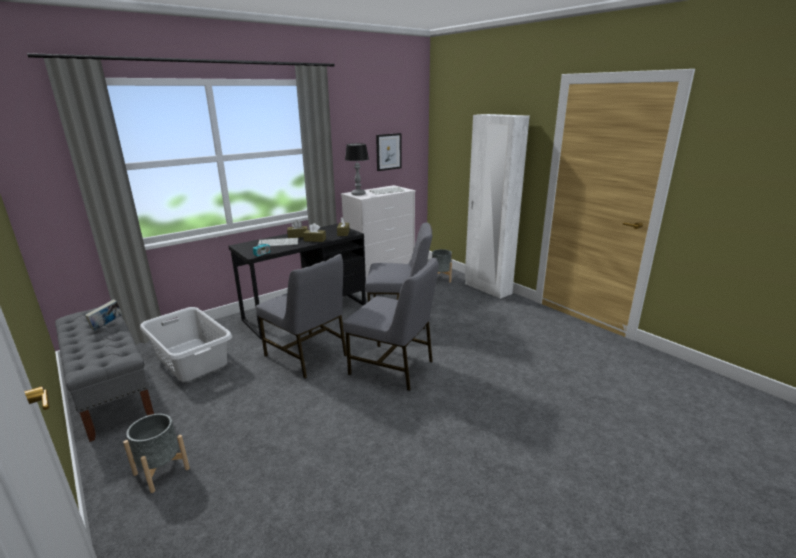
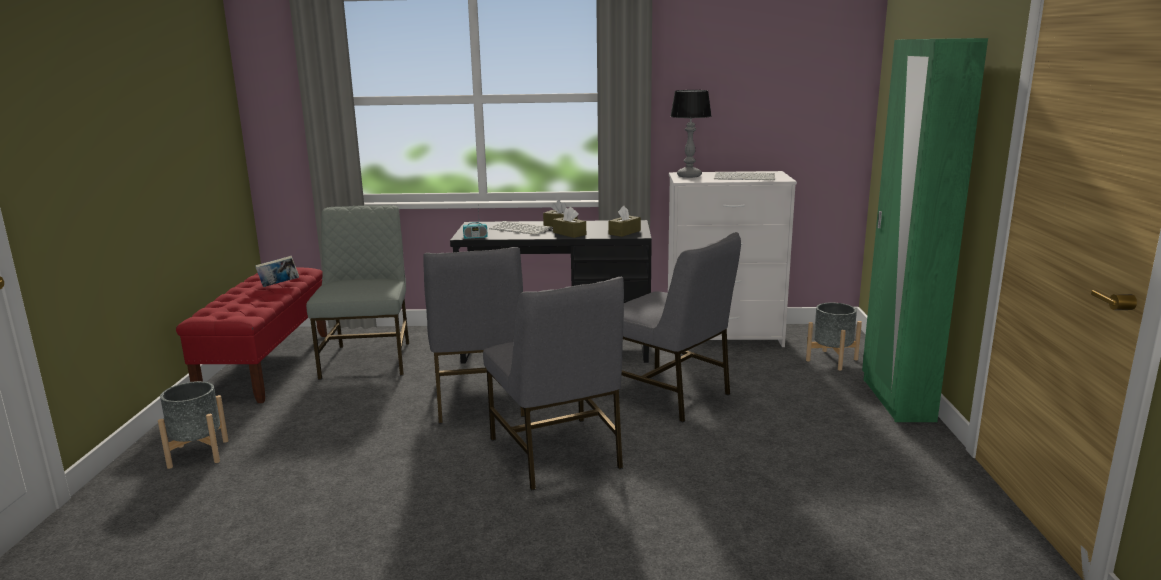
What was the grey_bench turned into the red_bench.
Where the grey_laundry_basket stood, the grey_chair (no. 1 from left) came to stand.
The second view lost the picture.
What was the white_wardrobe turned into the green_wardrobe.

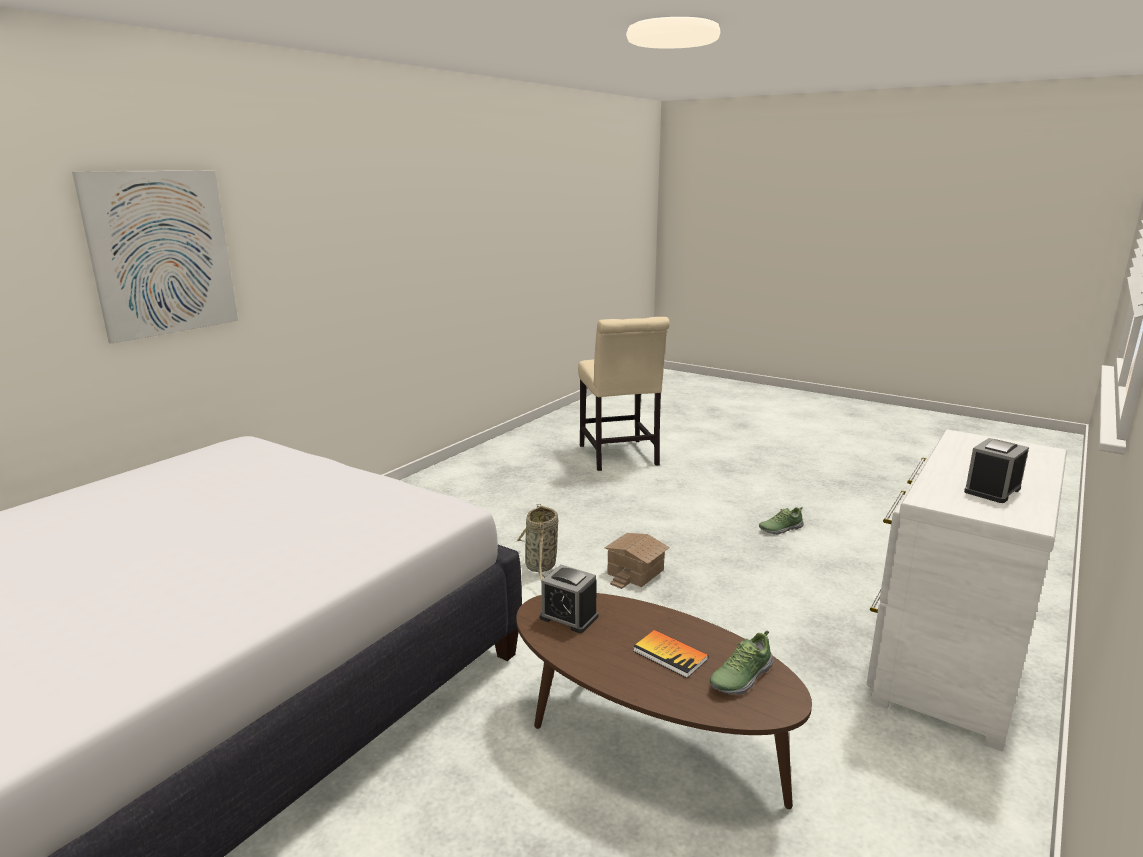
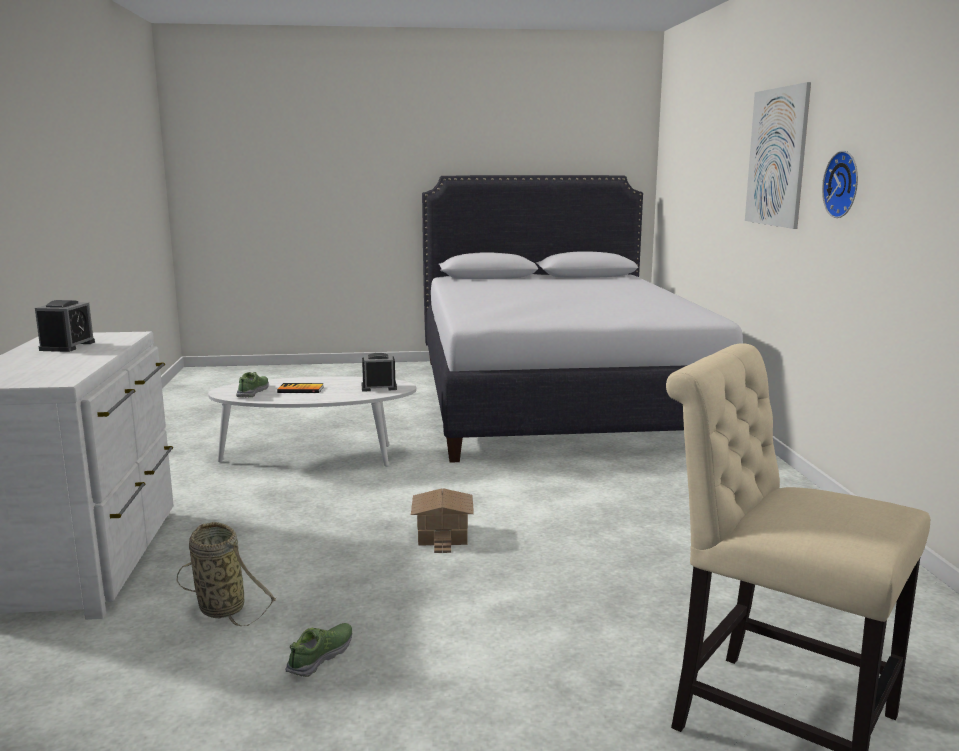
What was the brown_coffee_table turned into the white_coffee_table.
The basket ended up elsewhere.
The second view gained the wall_clock.

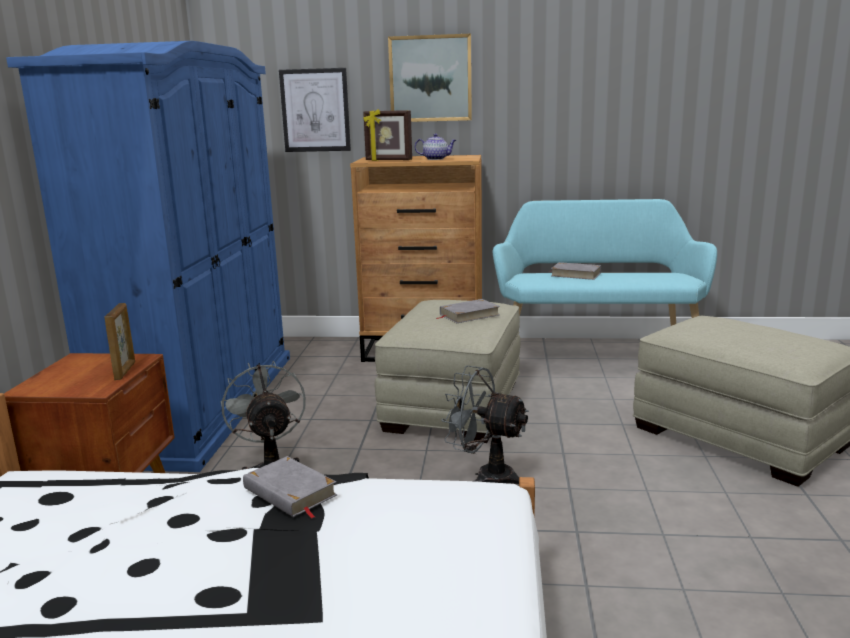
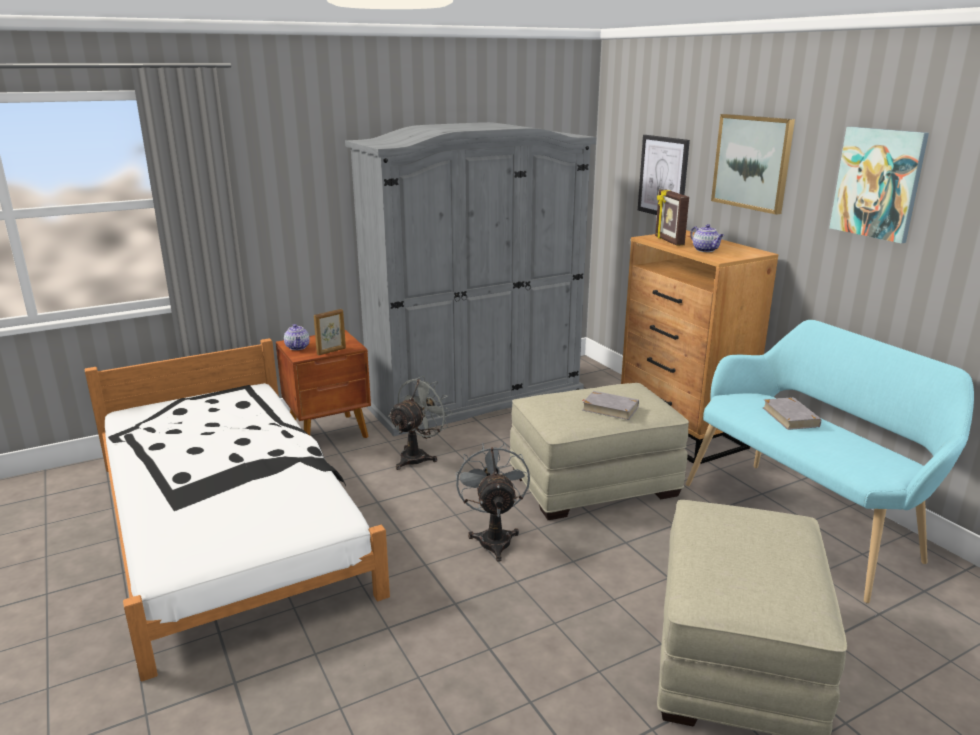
What was the blue_wardrobe turned into the grey_wardrobe.
The second view lost the grey_book (no. 1 from left).
The second view gained the teapot (no. 1 from left).
The second view gained the picture (no. 3 from left).

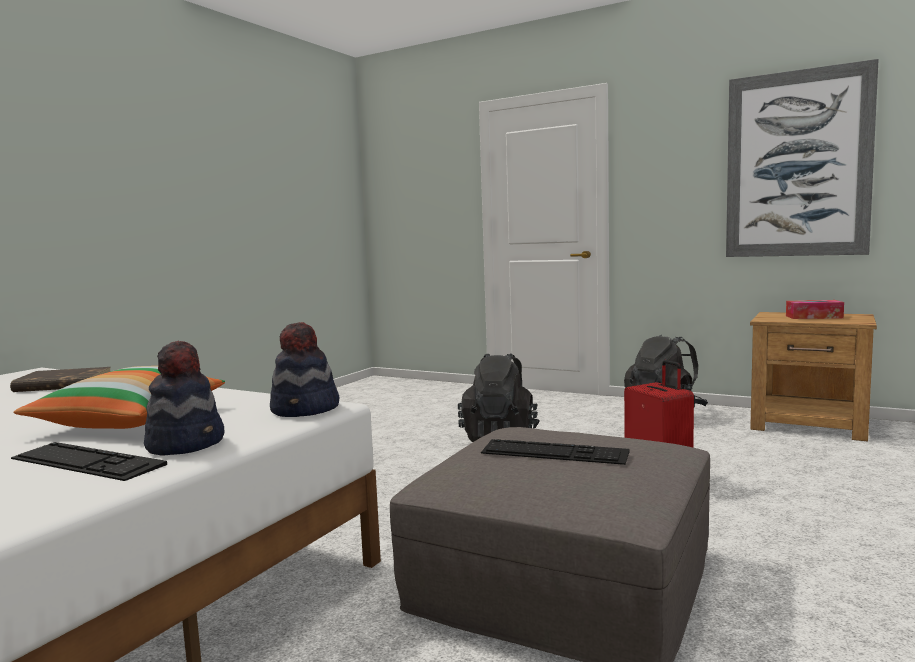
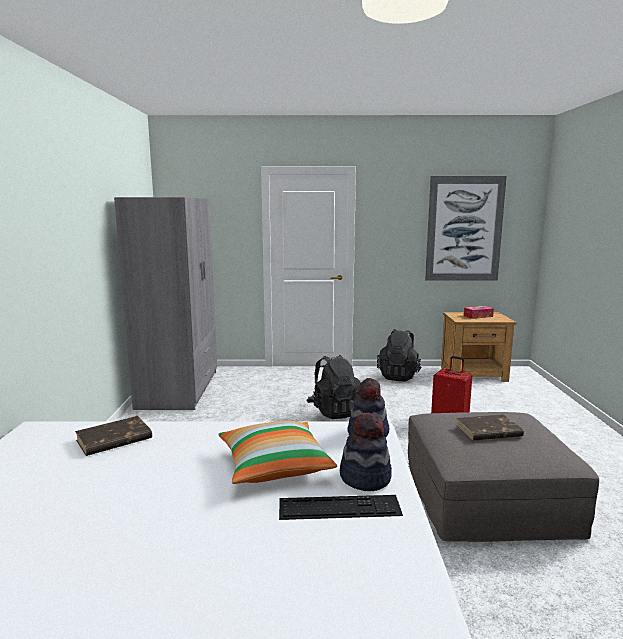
Where the keyboard (no. 2 from left) stood, the brown_book (no. 2 from left) came to stand.
The second view gained the grey_wardrobe.

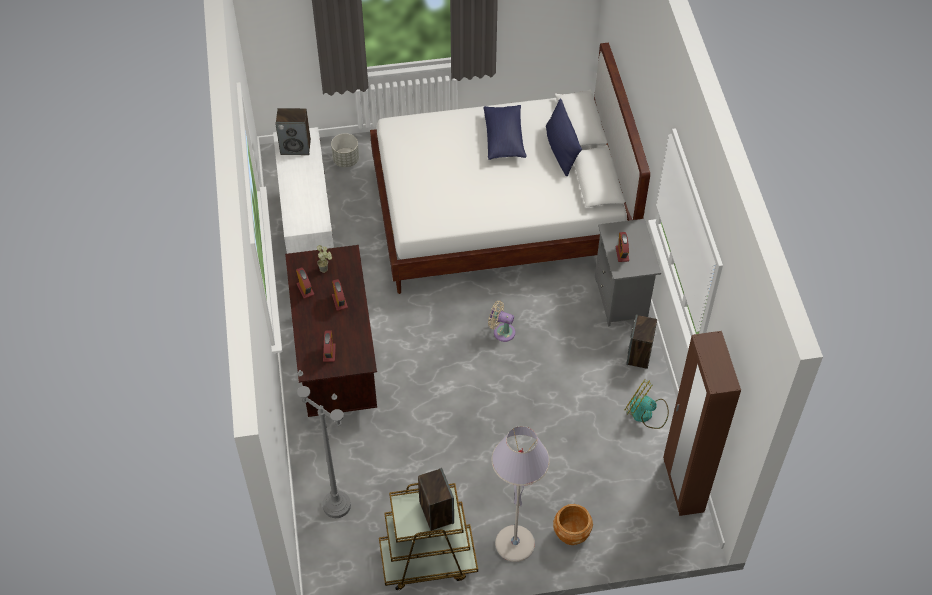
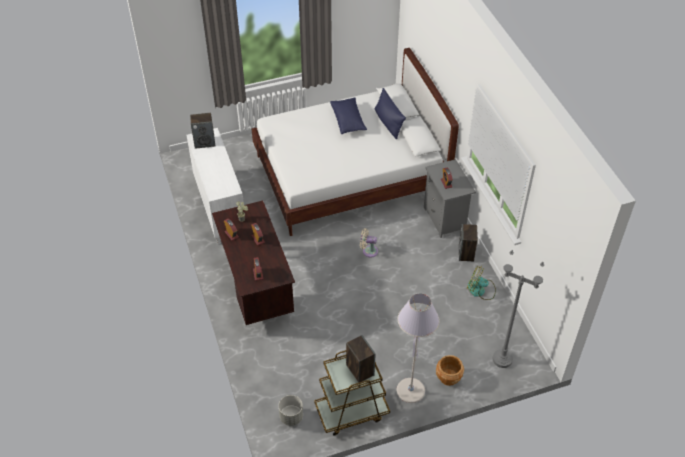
The grey_floor_lamp (no. 1 from left in the first image) ended up elsewhere.
The grey_planter ended up elsewhere.
The second view lost the brown_wardrobe.

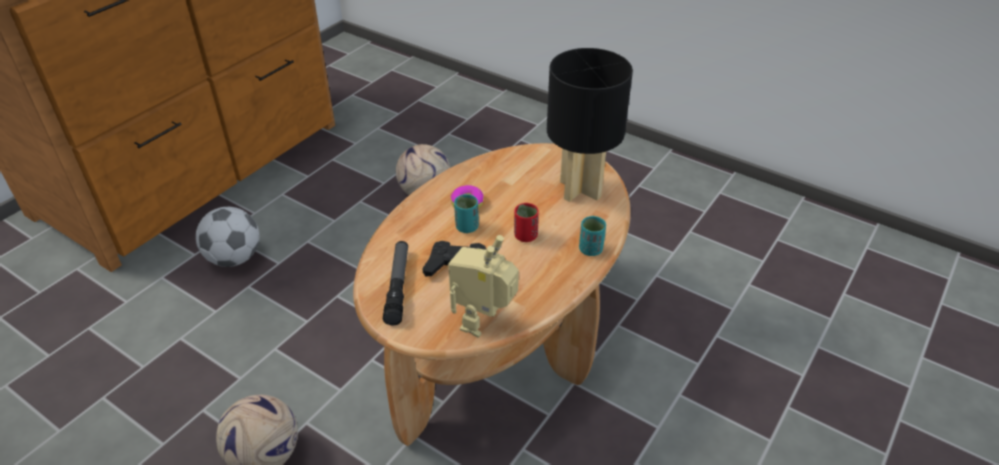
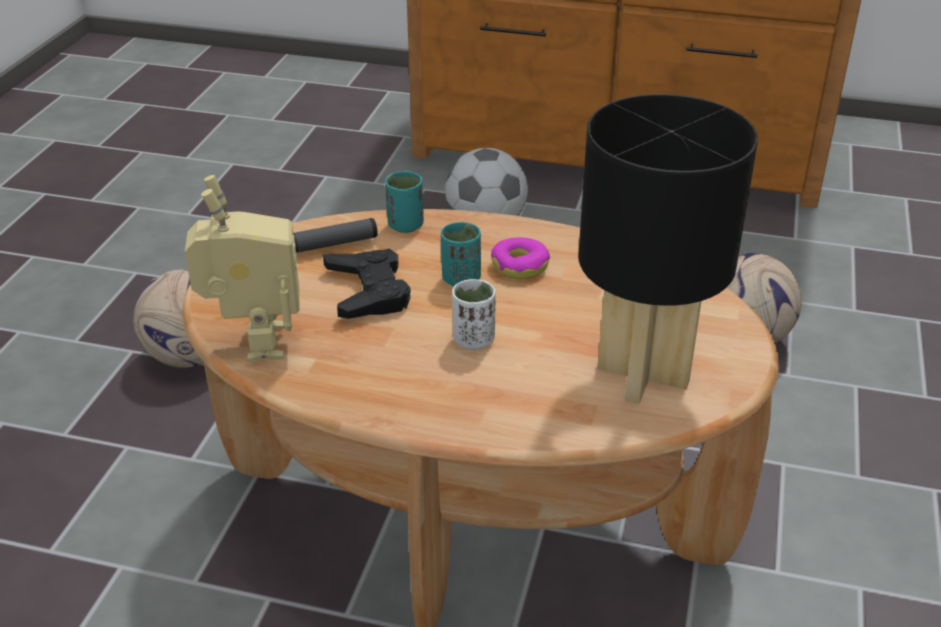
The toy_robot ended up facing another way, 75 degrees clockwise from before.
What was the red_cup turned into the white_cup.
The turquoise_cup (no. 2 from left in the first image) ended up elsewhere.

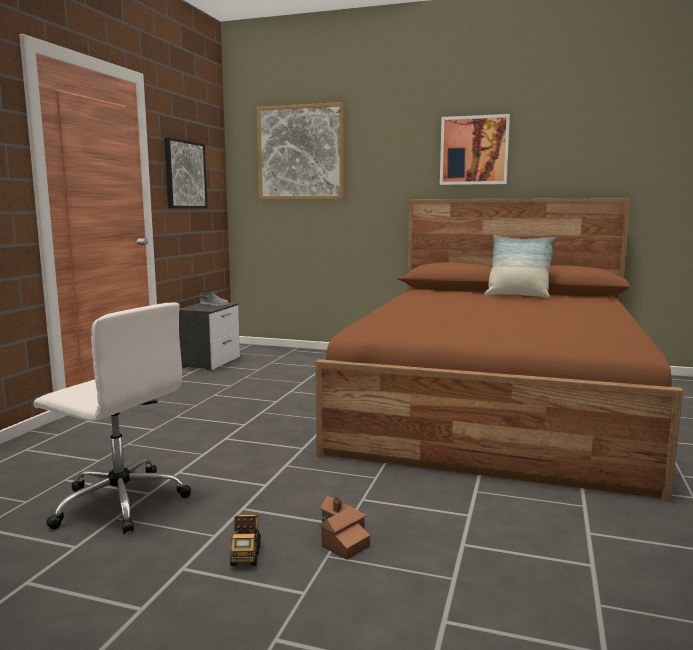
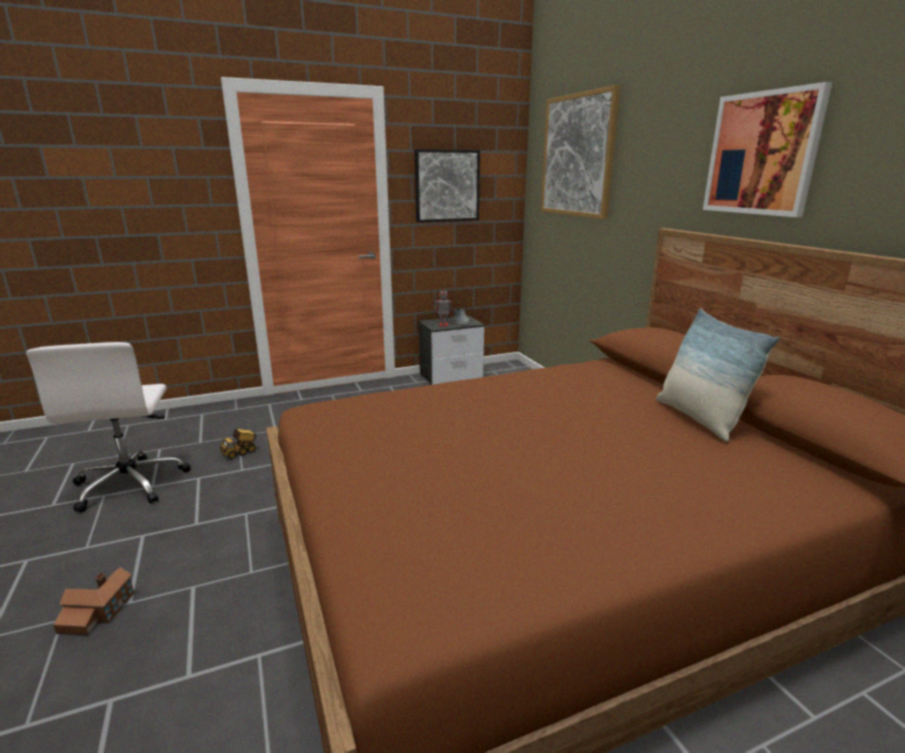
The toy_truck ended up elsewhere.
The second view gained the toy_robot.

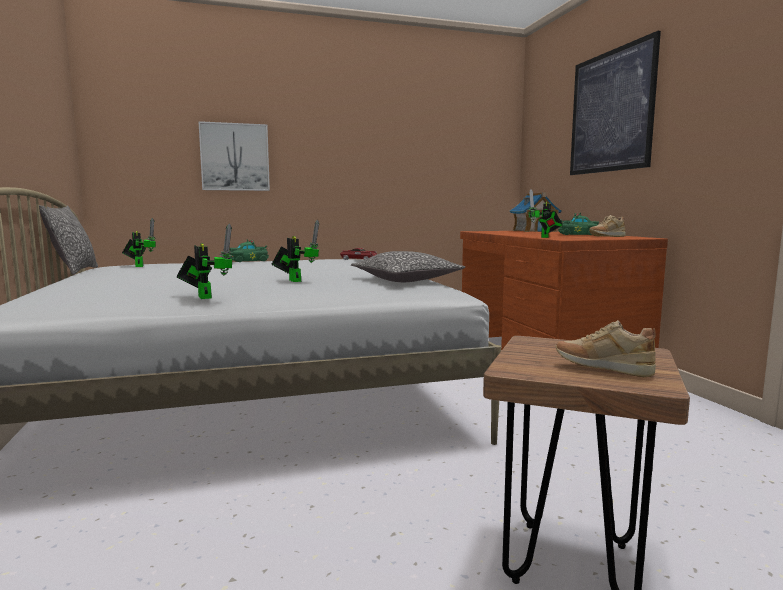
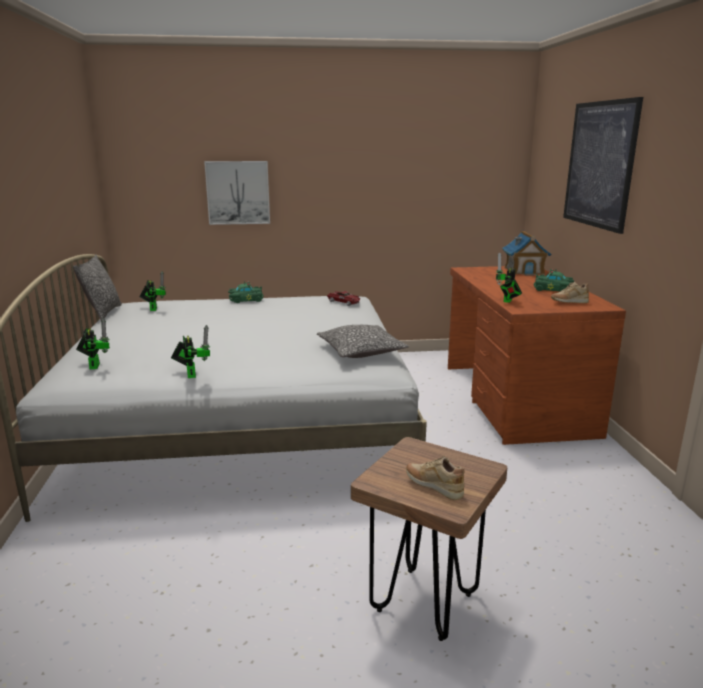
The toy_robot (no. 3 from left in the first image) ended up elsewhere.

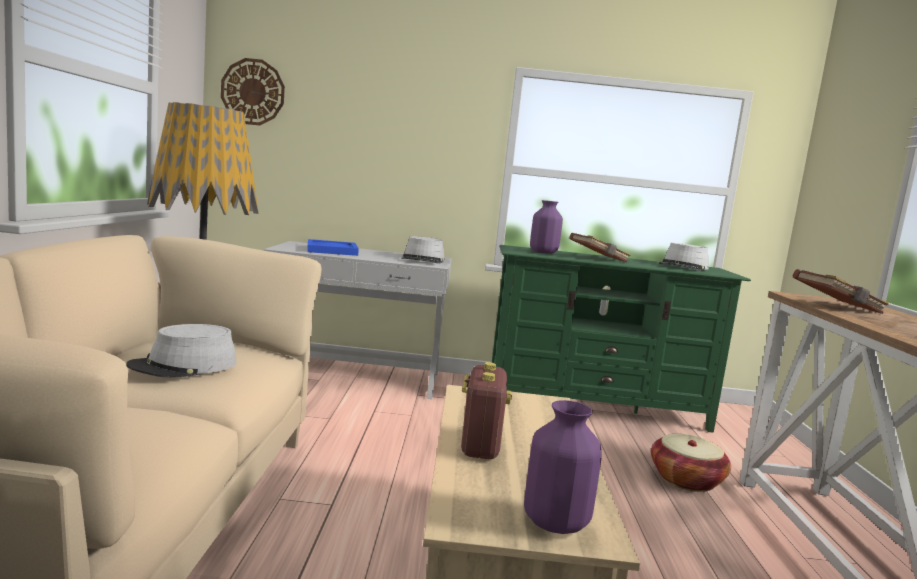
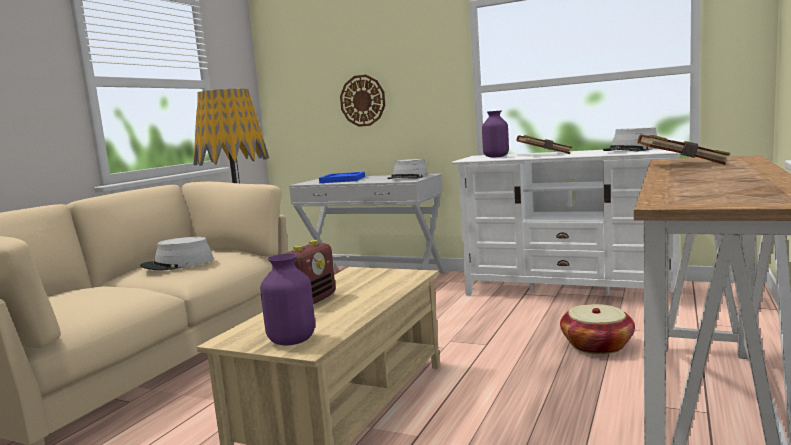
The wall_clock ended up elsewhere.
What was the green_tv_stand turned into the white_tv_stand.

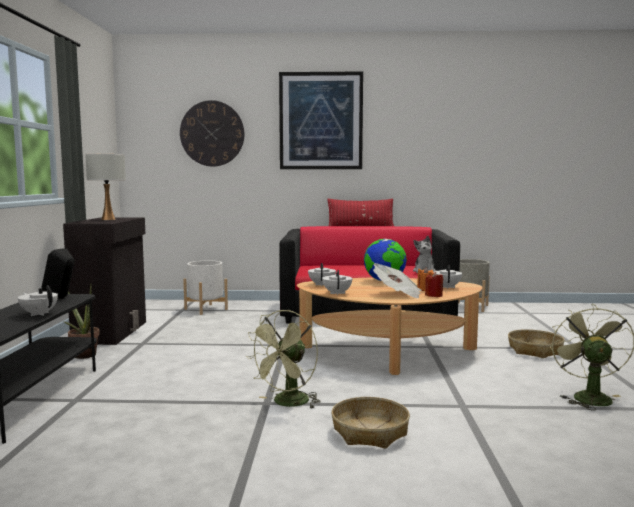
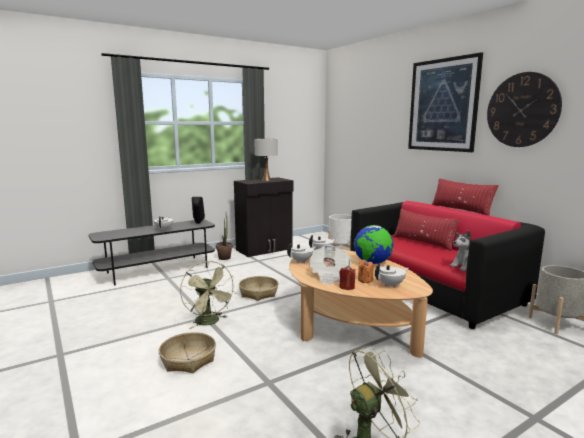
The wall_clock ended up elsewhere.
The green_fan (no. 1 from left) ended up facing another way, 120 degrees counterclockwise from before.
The basket (no. 2 from left) ended up elsewhere.
The second view gained the red_pillow (no. 1 from left).

